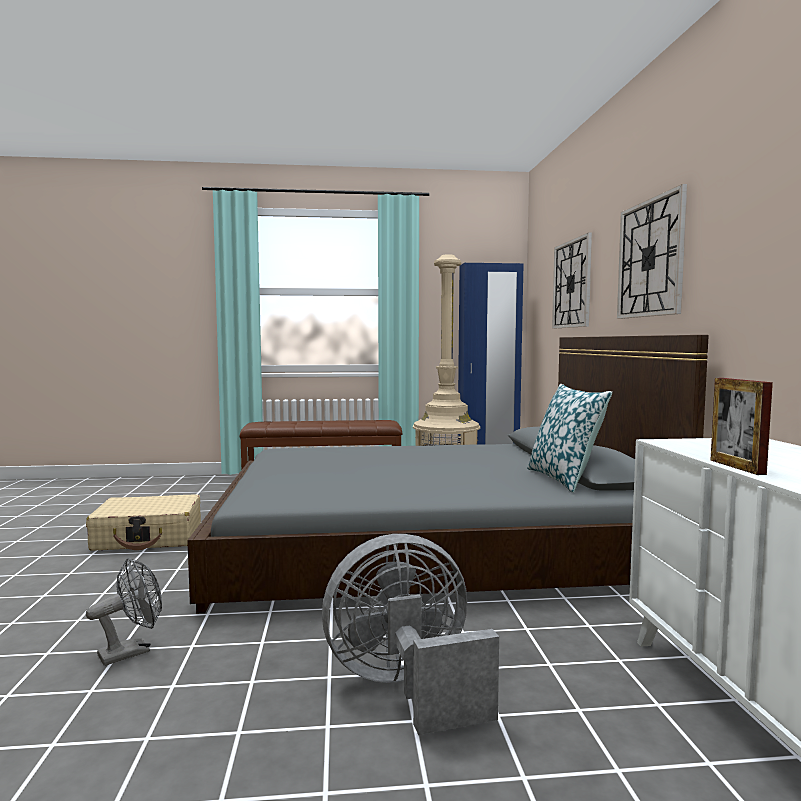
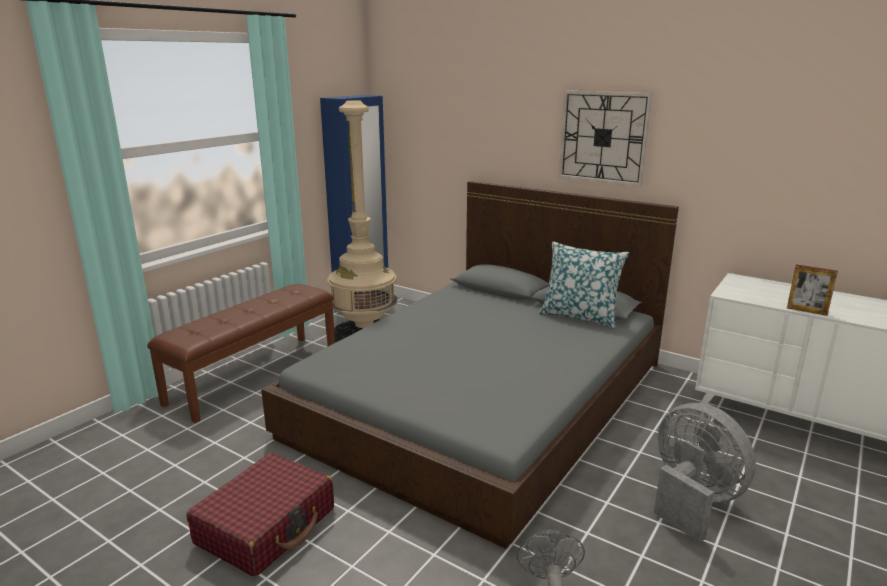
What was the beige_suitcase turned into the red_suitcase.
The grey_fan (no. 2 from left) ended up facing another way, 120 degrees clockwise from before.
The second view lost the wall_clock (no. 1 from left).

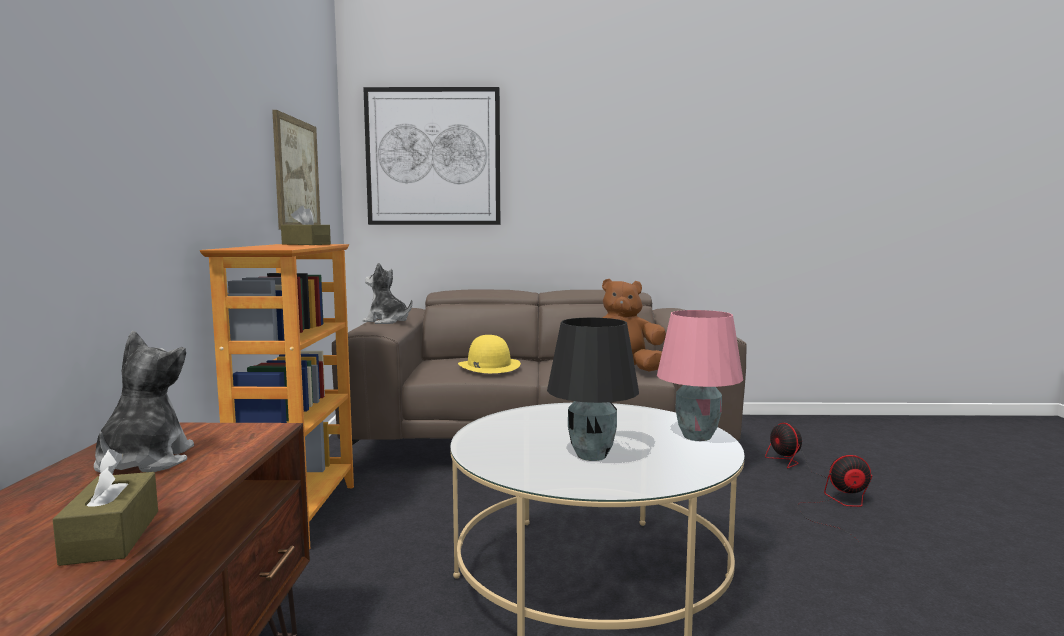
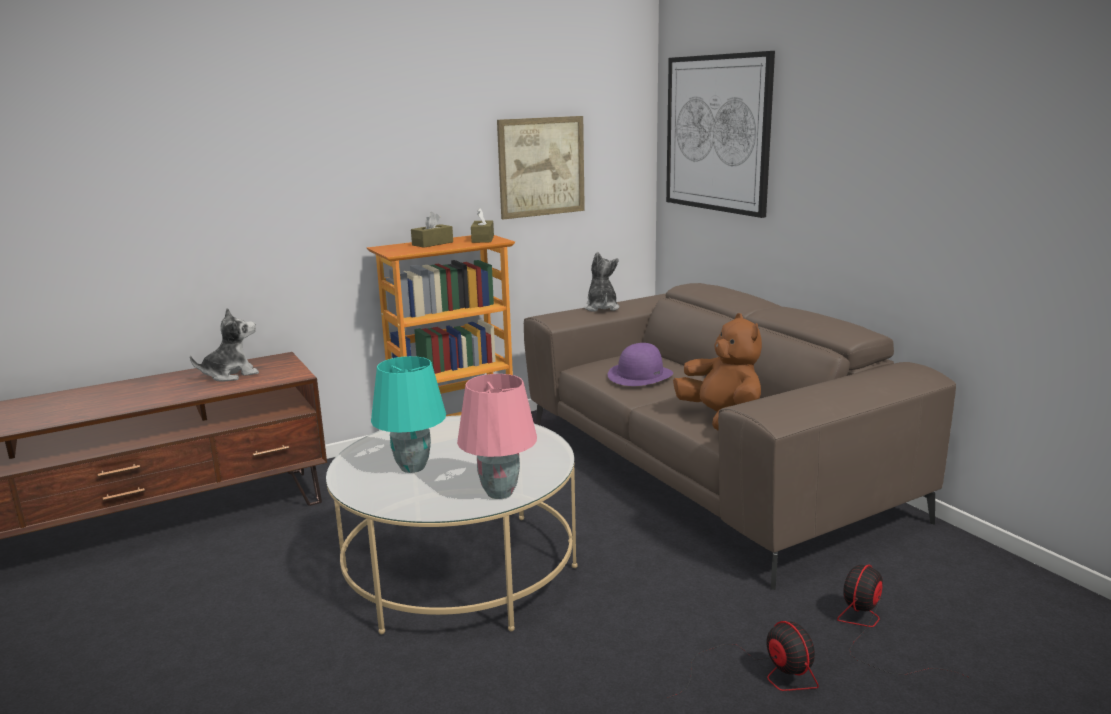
The brown_tissue_box (no. 1 from left) ended up elsewhere.
What was the yellow_hat turned into the purple_hat.
What was the black_table_lamp turned into the turquoise_table_lamp.

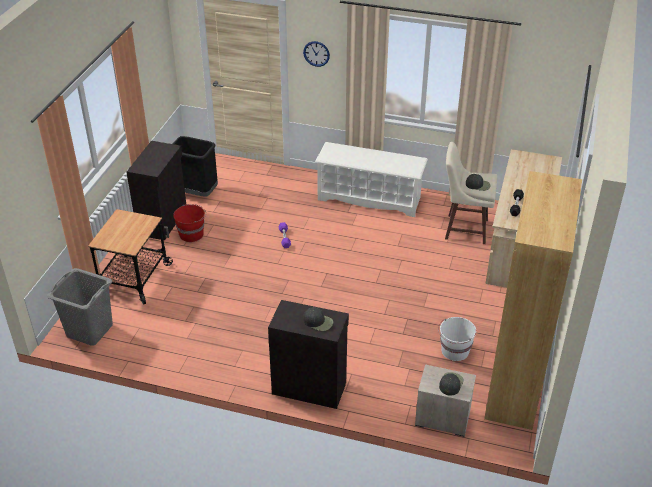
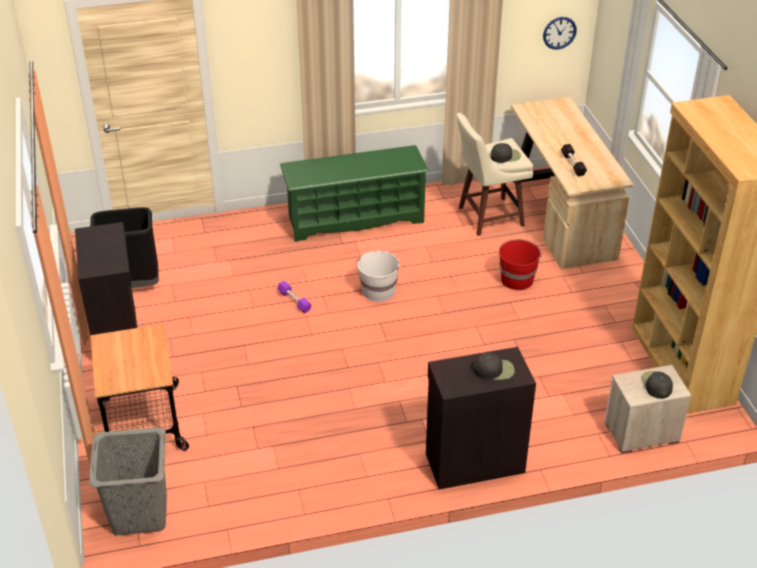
The red_bucket ended up elsewhere.
The wall_clock ended up elsewhere.
What was the white_shoe_rack turned into the green_shoe_rack.
The white_bucket ended up elsewhere.

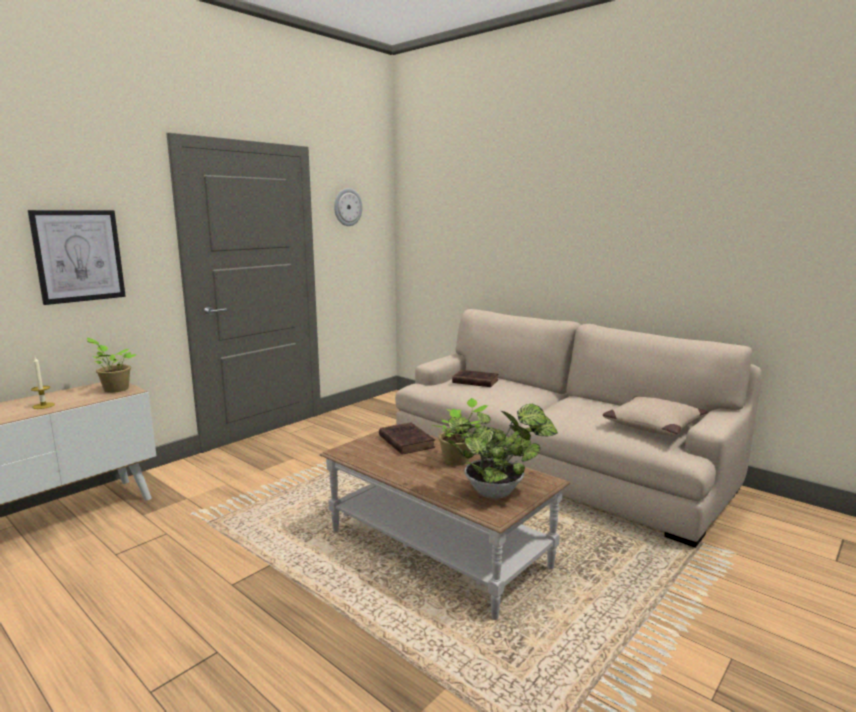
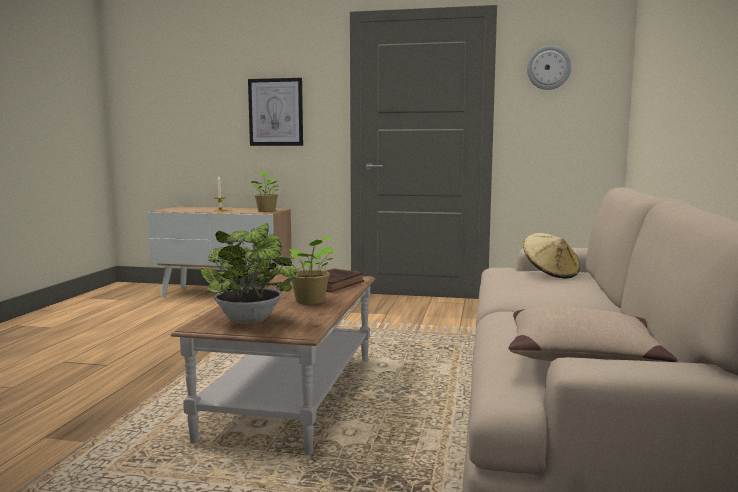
Where the brown_book (no. 2 from left) stood, the beige_hat came to stand.

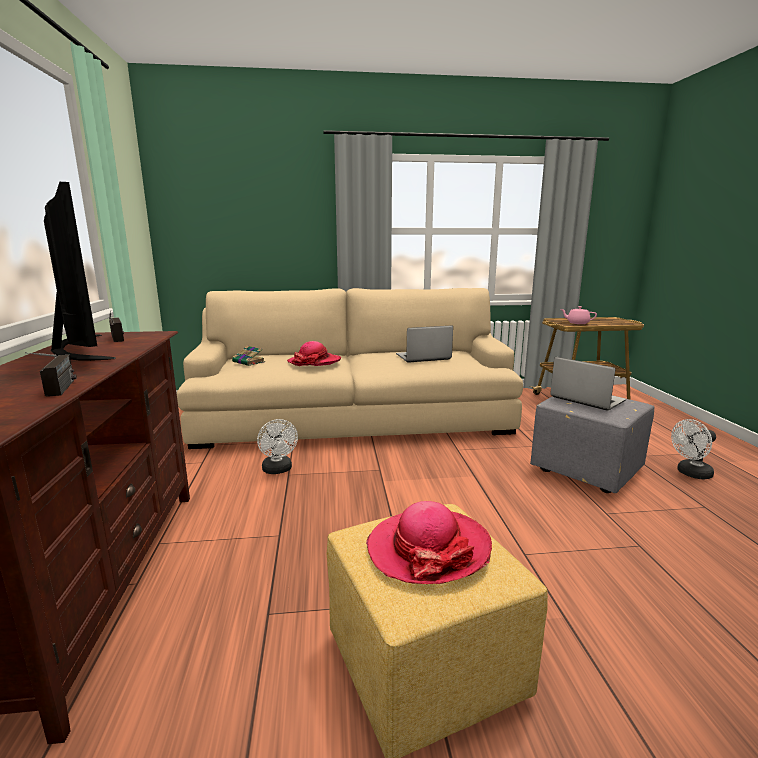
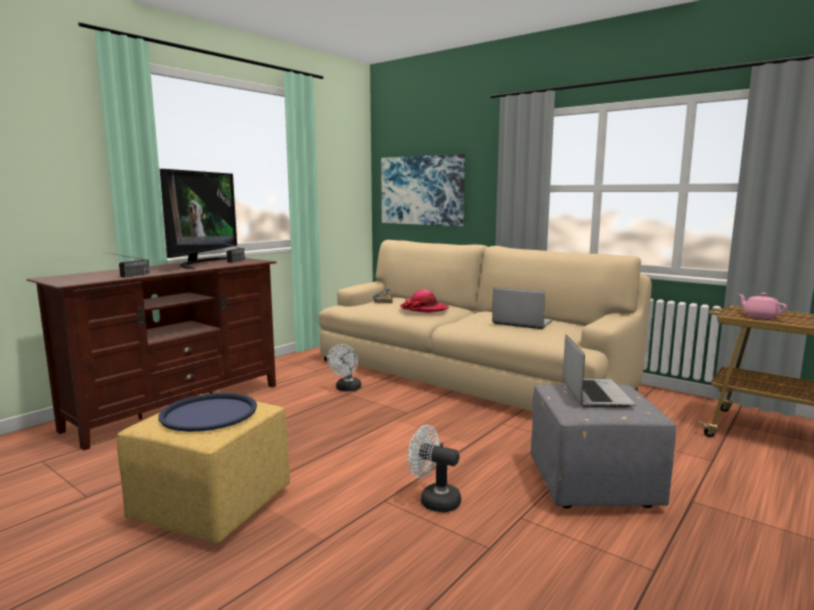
Where the hat (no. 2 from left) stood, the blue_tray came to stand.
The white_fan (no. 2 from left) ended up elsewhere.
The second view gained the picture.

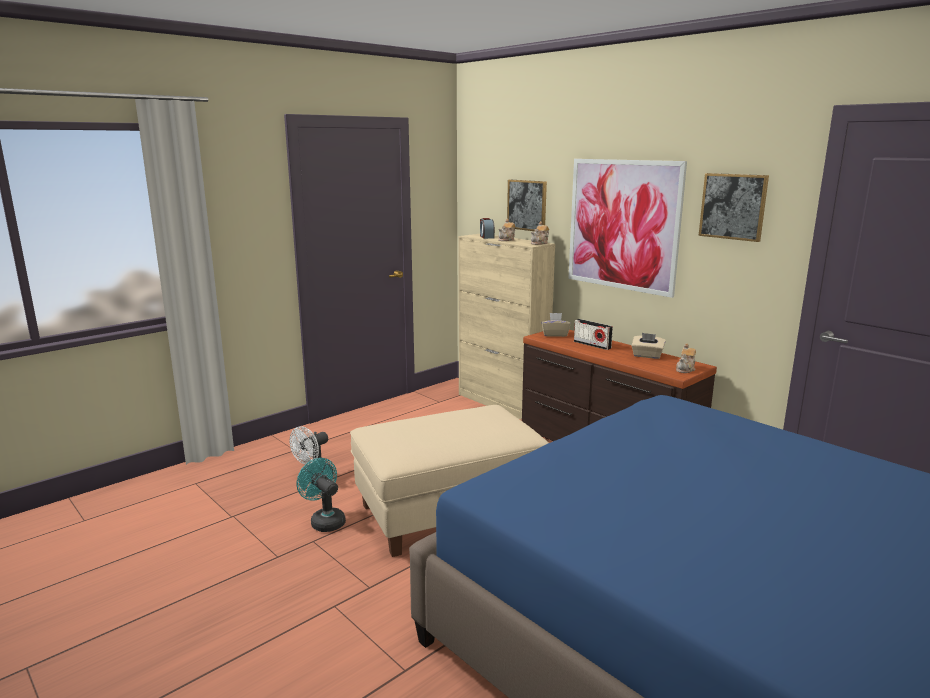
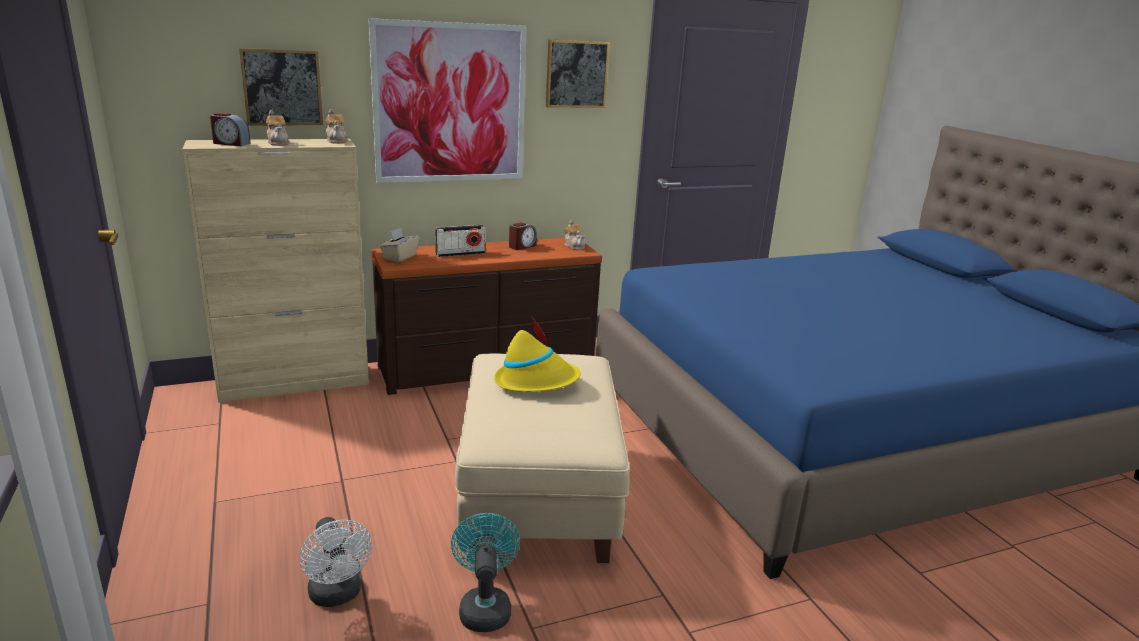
The turquoise_fan ended up facing another way, 105 degrees clockwise from before.
Where the beige_tissue_box (no. 2 from left) stood, the alarm_clock (no. 2 from left) came to stand.
The second view gained the yellow_hat.

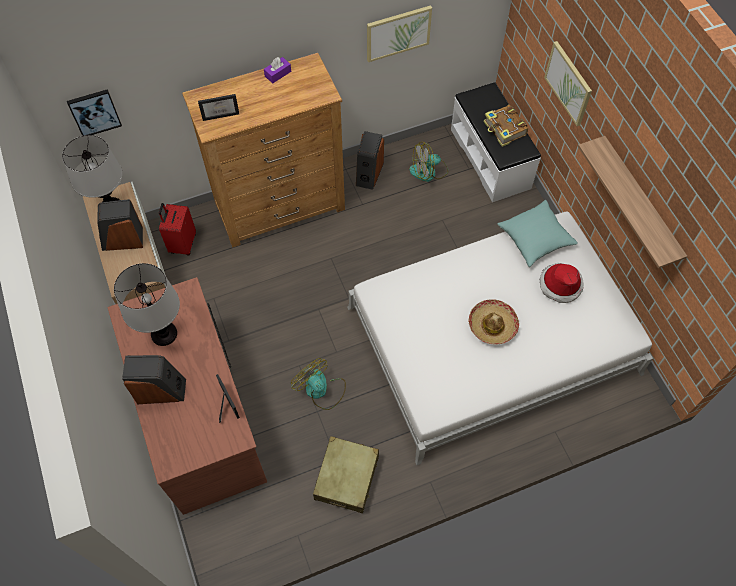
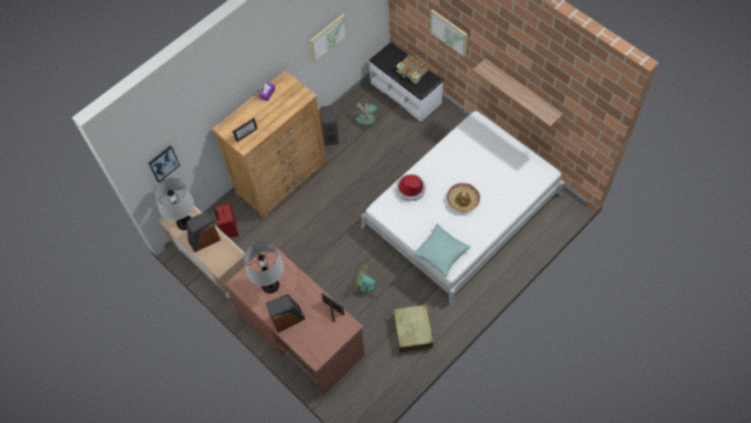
The turquoise_pillow ended up elsewhere.
The hat (no. 2 from left in the first image) ended up elsewhere.

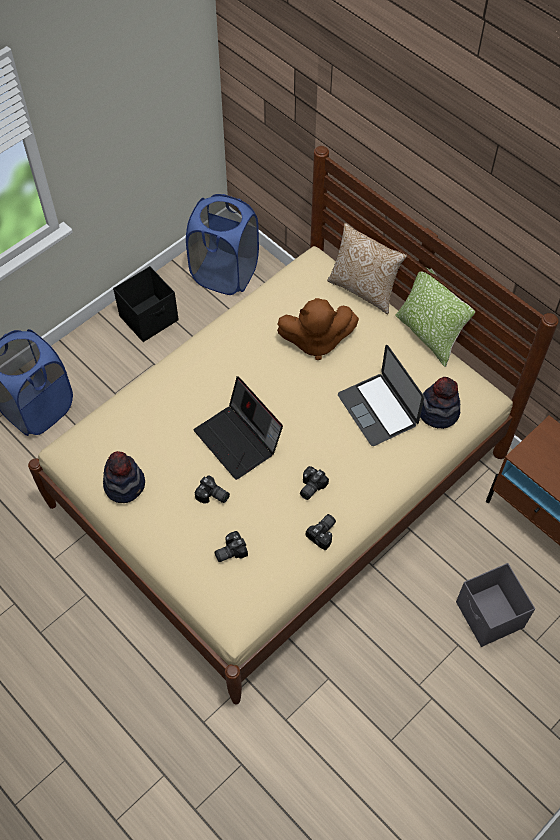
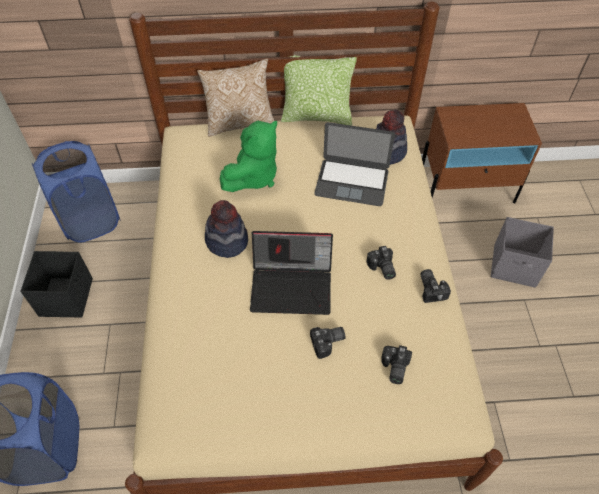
The hat (no. 1 from left) ended up elsewhere.
What was the brown_plush_toy turned into the green_plush_toy.

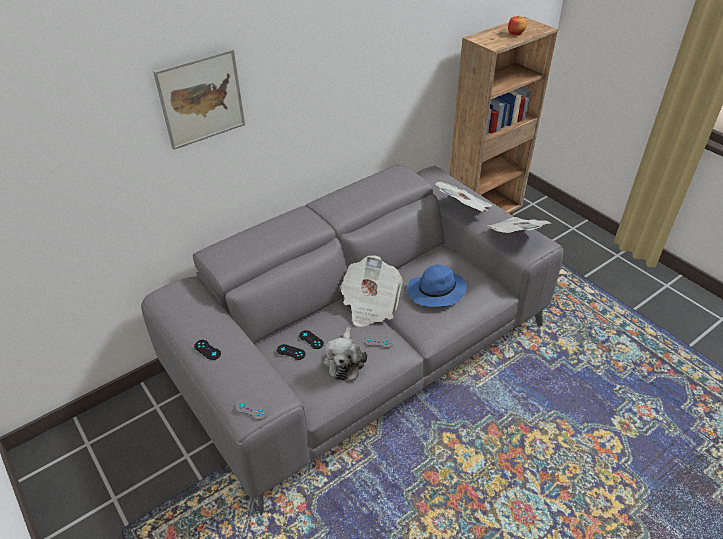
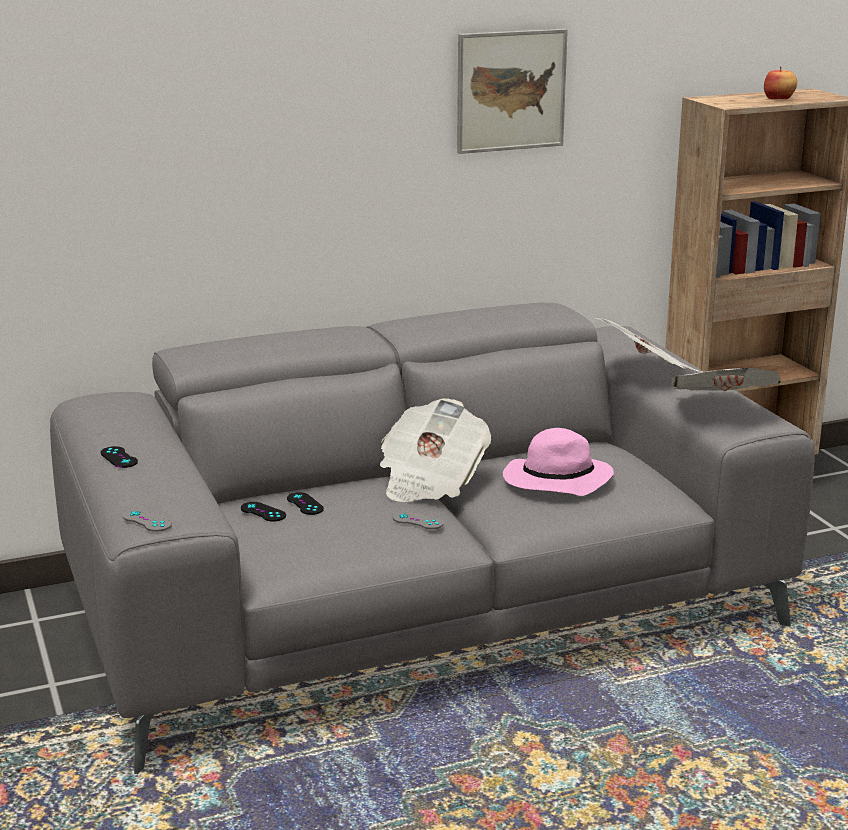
The picture ended up elsewhere.
The second view lost the plush_toy.
What was the blue_hat turned into the pink_hat.

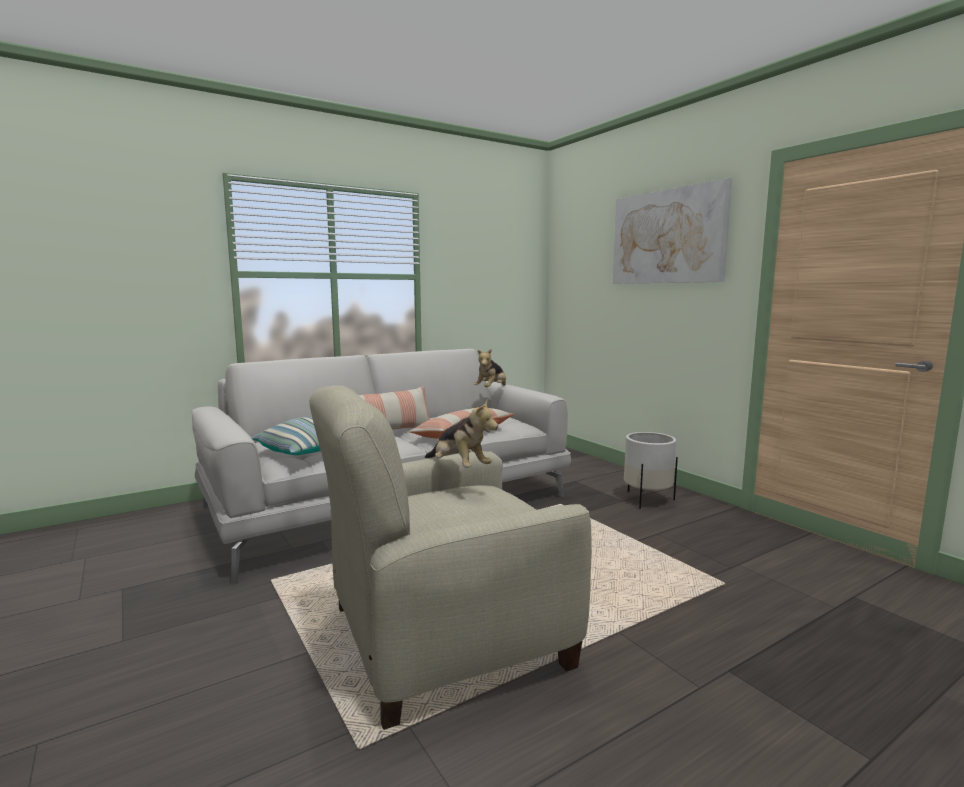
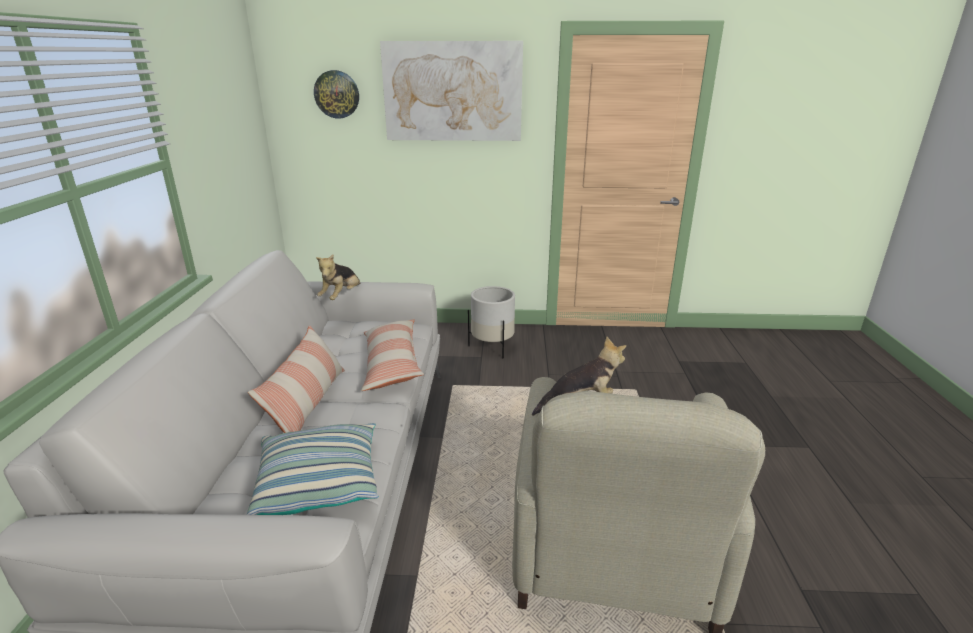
The plush_toy (no. 2 from left in the first image) ended up facing another way, 45 degrees clockwise from before.
The second view gained the wall_clock.

